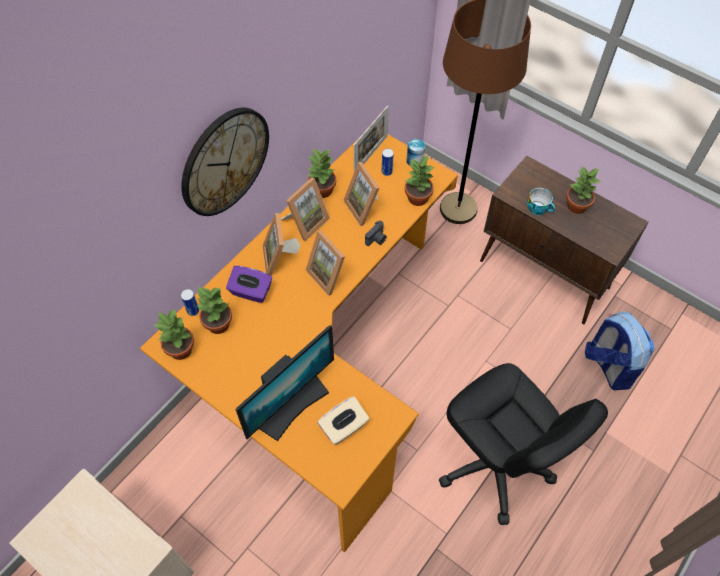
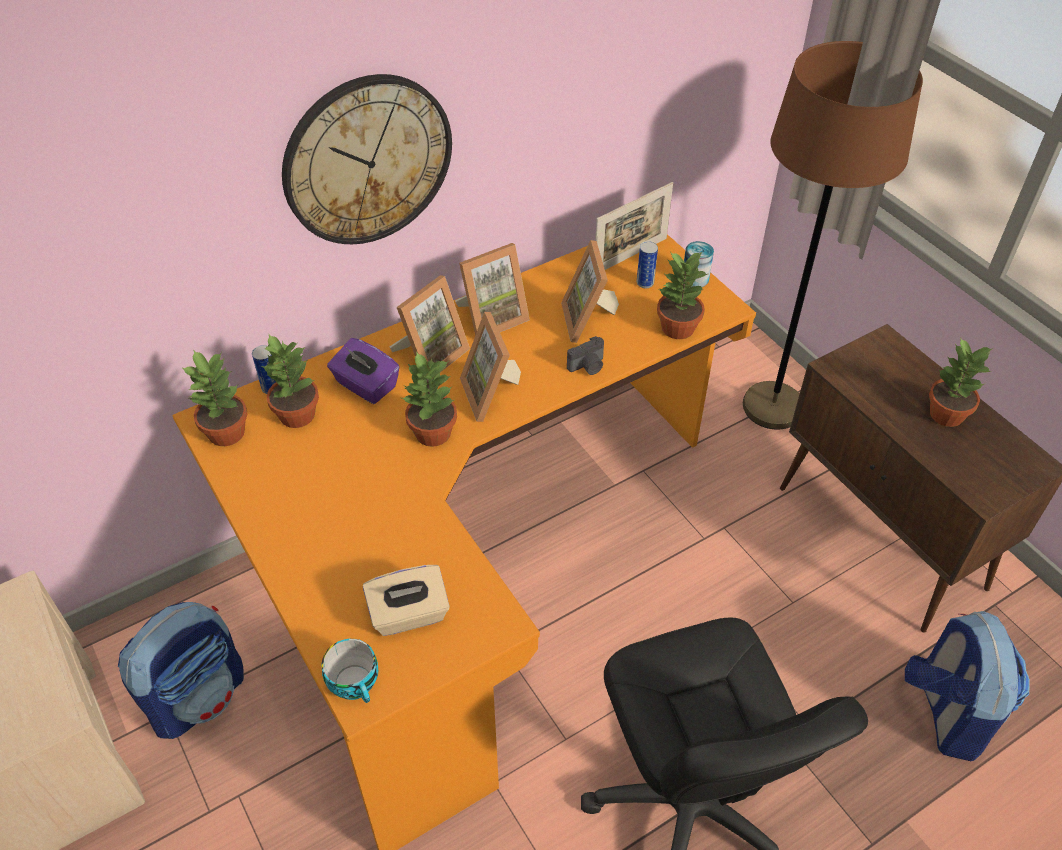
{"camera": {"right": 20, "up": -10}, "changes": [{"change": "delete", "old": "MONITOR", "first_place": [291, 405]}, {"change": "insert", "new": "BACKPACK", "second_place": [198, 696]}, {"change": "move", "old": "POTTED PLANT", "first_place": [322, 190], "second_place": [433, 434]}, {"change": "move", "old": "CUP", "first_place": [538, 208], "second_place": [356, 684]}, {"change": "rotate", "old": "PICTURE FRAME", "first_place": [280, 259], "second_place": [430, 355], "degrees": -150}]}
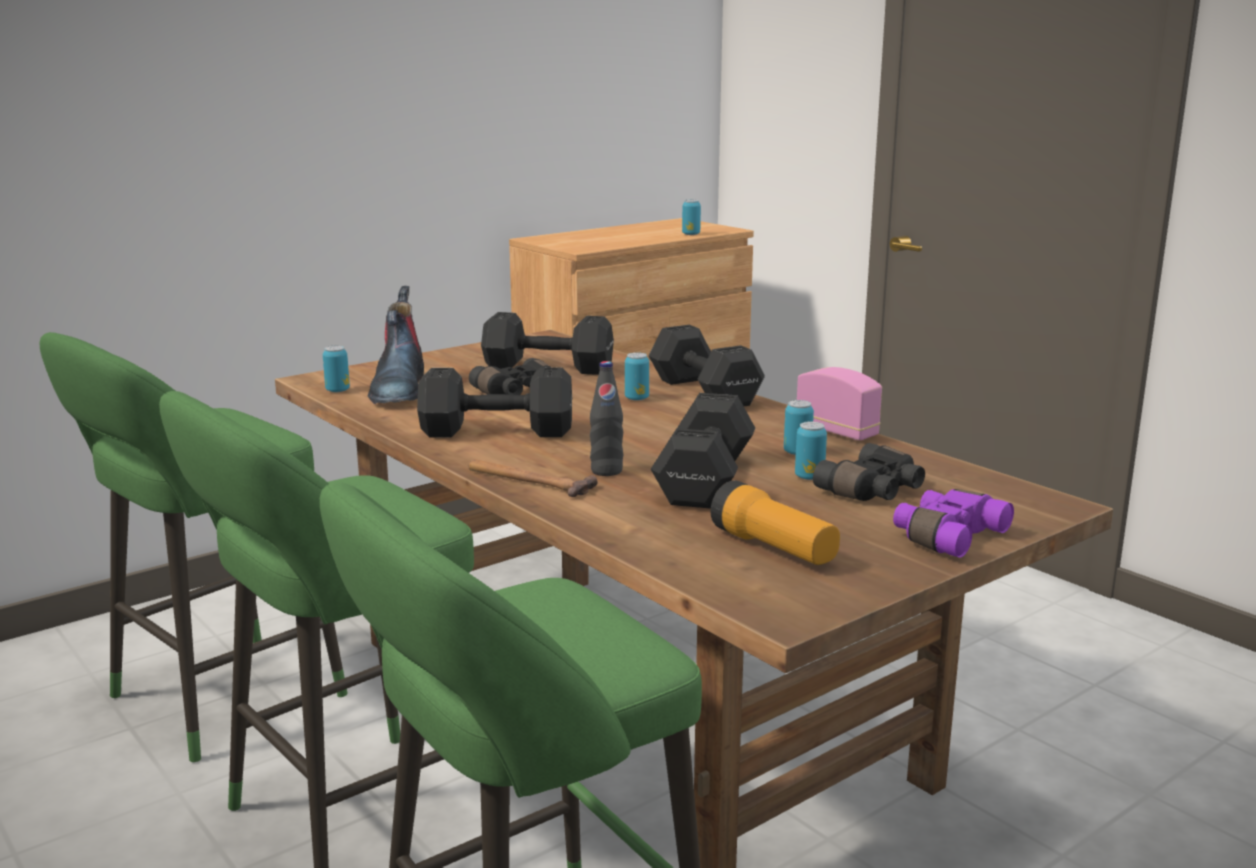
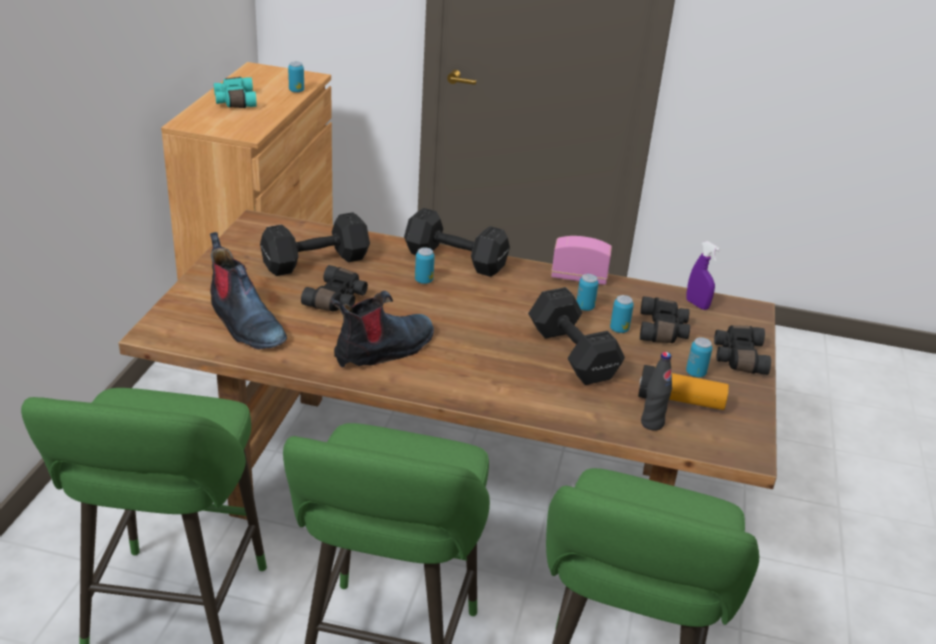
{"camera": {"right": -40, "up": 15}, "changes": [{"change": "delete", "old": "HAMMER", "first_place": [529, 481]}, {"change": "insert", "new": "TURQUOISE BINOCULARS", "second_place": [234, 101]}, {"change": "insert", "new": "PURPLE SPRAY BOTTLE", "second_place": [697, 304]}, {"change": "move", "old": "CAN", "first_place": [337, 390], "second_place": [695, 373]}, {"change": "move", "old": "BLACK BOTTLE", "first_place": [606, 471], "second_place": [652, 423]}, {"change": "replace", "old": "BLACK DUMBBELL", "new": "BOOT", "first_place": [494, 431], "second_place": [384, 350]}, {"change": "recolor", "old": "PURPLE BINOCULARS", "new": "BLACK BINOCULARS", "first_place": [946, 536], "second_place": [738, 357]}]}
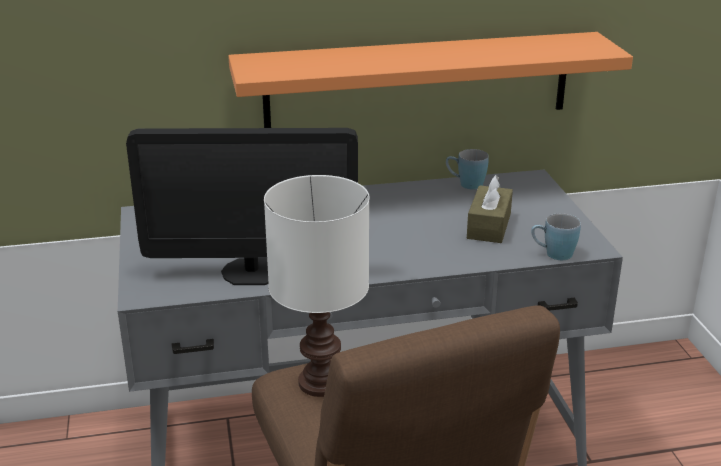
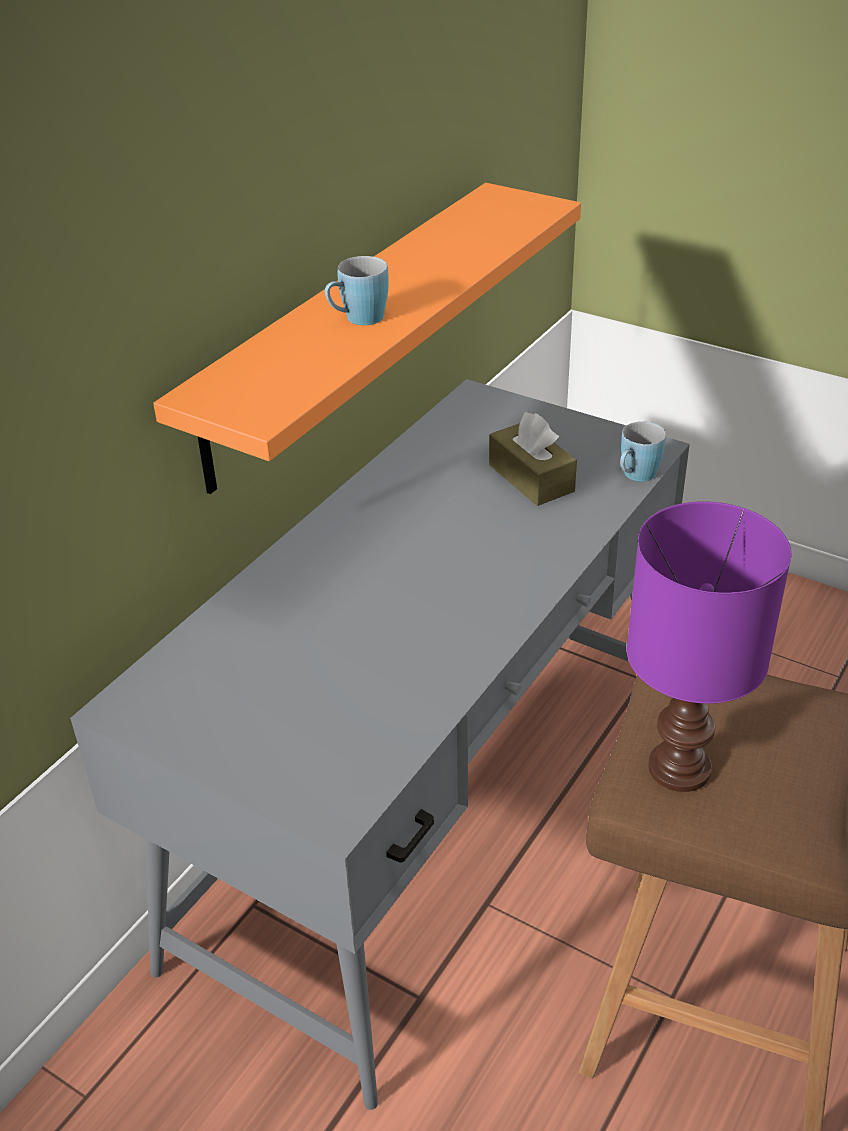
{"camera": {"right": -45, "up": 10}, "changes": [{"change": "delete", "old": "MONITOR", "first_place": [251, 272]}, {"change": "move", "old": "BLUE MUG", "first_place": [465, 184], "second_place": [357, 320]}, {"change": "recolor", "old": "WHITE TABLE LAMP", "new": "PURPLE TABLE LAMP", "first_place": [321, 381], "second_place": [677, 766]}]}
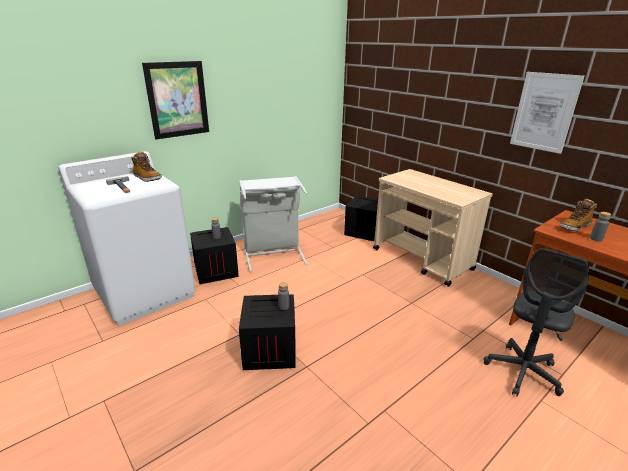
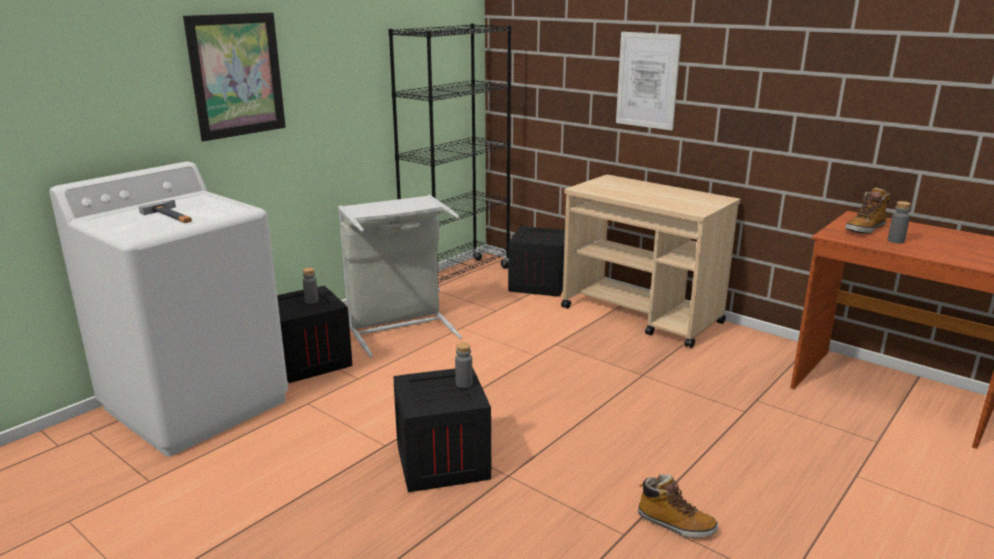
{"camera": {"right": -10, "up": -5}, "changes": [{"change": "delete", "old": "GREY OFFICE CHAIR", "first_place": [522, 372]}, {"change": "insert", "new": "BLACK BOOKCASE", "second_place": [457, 278]}, {"change": "move", "old": "BOOT", "first_place": [147, 178], "second_place": [675, 524]}, {"change": "move", "old": "PICTURE", "first_place": [544, 112], "second_place": [647, 80]}]}
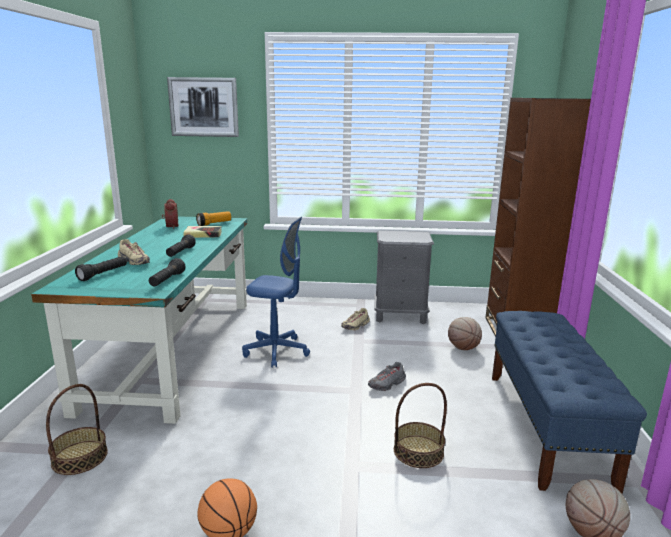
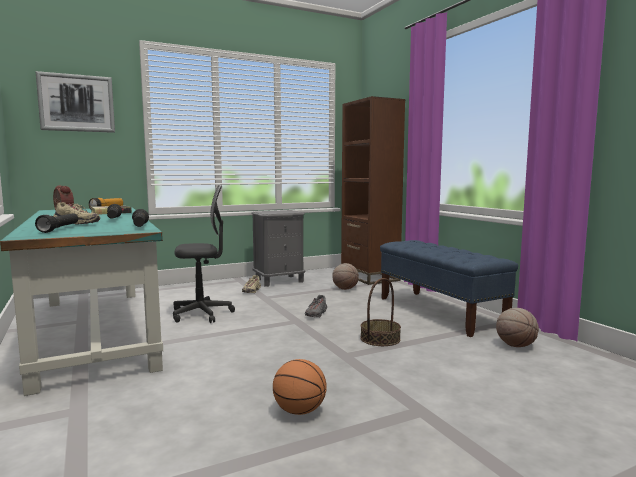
{"camera": {"right": -30, "up": -10}, "changes": [{"change": "delete", "old": "BASKET", "first_place": [79, 457]}, {"change": "recolor", "old": "BLUE OFFICE CHAIR", "new": "GREY OFFICE CHAIR", "first_place": [276, 351], "second_place": [202, 314]}]}
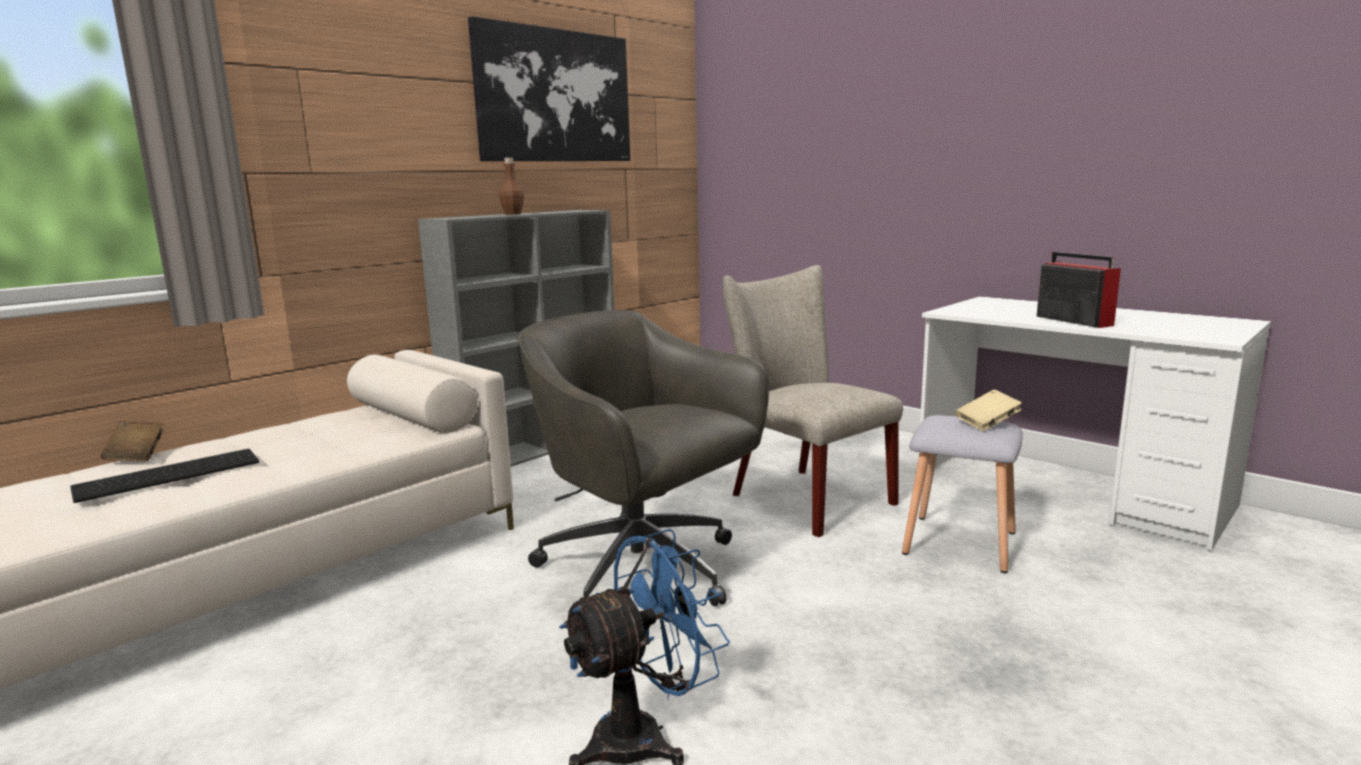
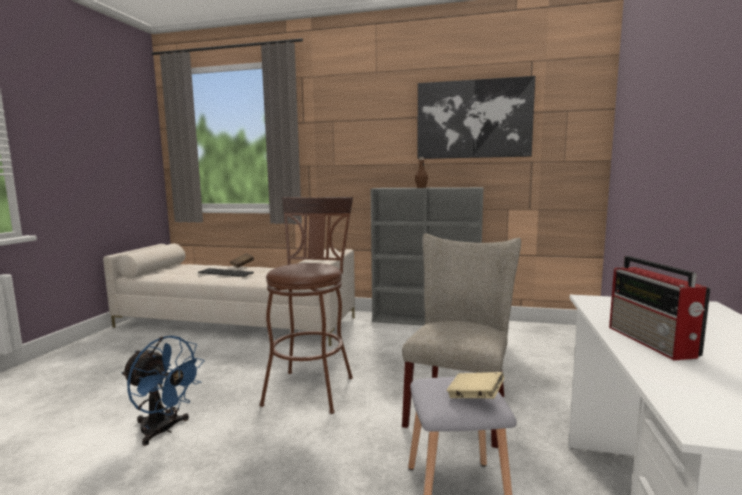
{"camera": {"right": 60, "up": -5}, "changes": [{"change": "replace", "old": "GREY OFFICE CHAIR", "new": "BROWN STOOL", "first_place": [643, 571], "second_place": [311, 386]}, {"change": "rotate", "old": "RADIO", "first_place": [1072, 321], "second_place": [652, 342], "degrees": 135}]}
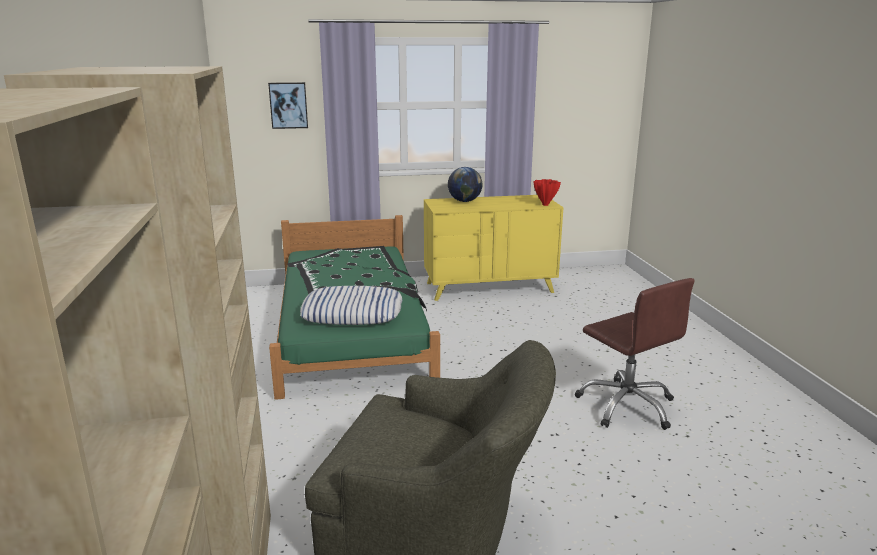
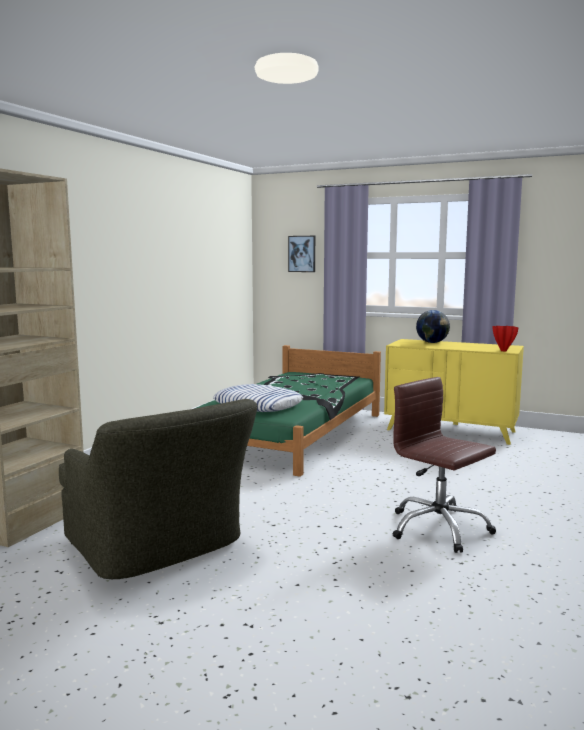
{"camera": {"right": 35, "up": -10}, "changes": [{"change": "rotate", "old": "BROWN OFFICE CHAIR", "first_place": [627, 405], "second_place": [438, 528], "degrees": 135}]}
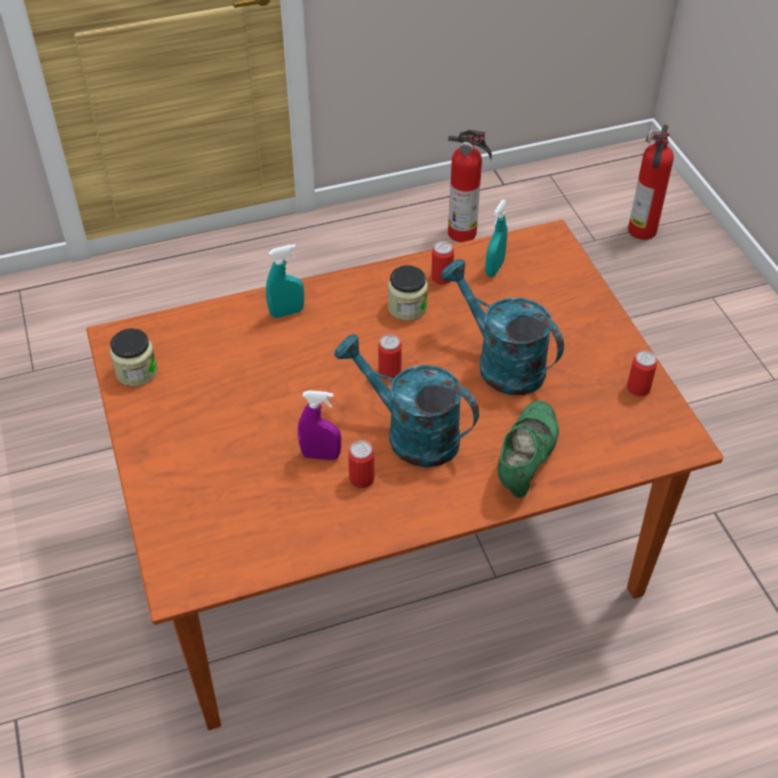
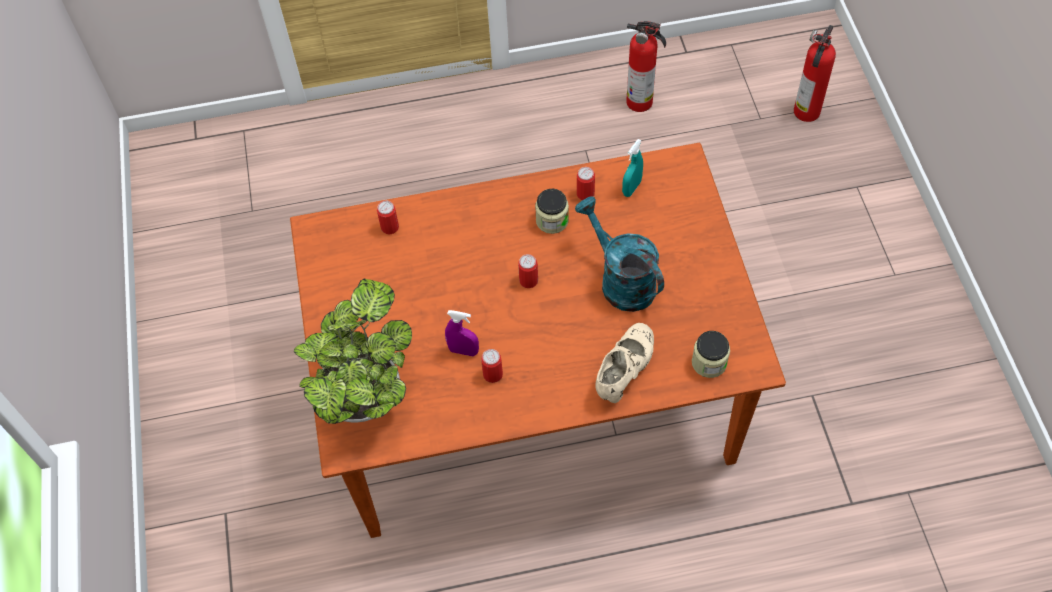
{"camera": {"right": 10, "up": 10}, "changes": [{"change": "delete", "old": "TURQUOISE SPRAY BOTTLE", "first_place": [287, 312]}, {"change": "delete", "old": "TURQUOISE WATERING CAN", "first_place": [411, 433]}, {"change": "insert", "new": "POTTED PLANT", "second_place": [364, 392]}, {"change": "move", "old": "JAR", "first_place": [136, 372], "second_place": [709, 362]}, {"change": "move", "old": "CAN", "first_place": [638, 388], "second_place": [390, 227]}, {"change": "recolor", "old": "GREEN SHOE", "new": "BEIGE SHOE", "first_place": [525, 461], "second_place": [624, 371]}]}
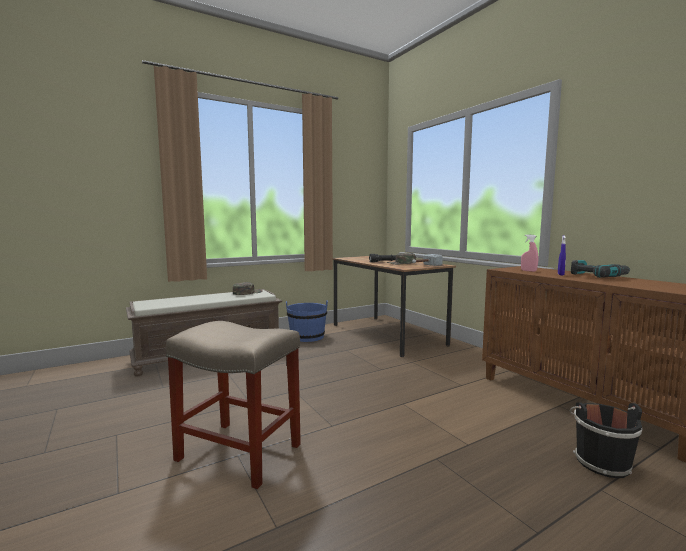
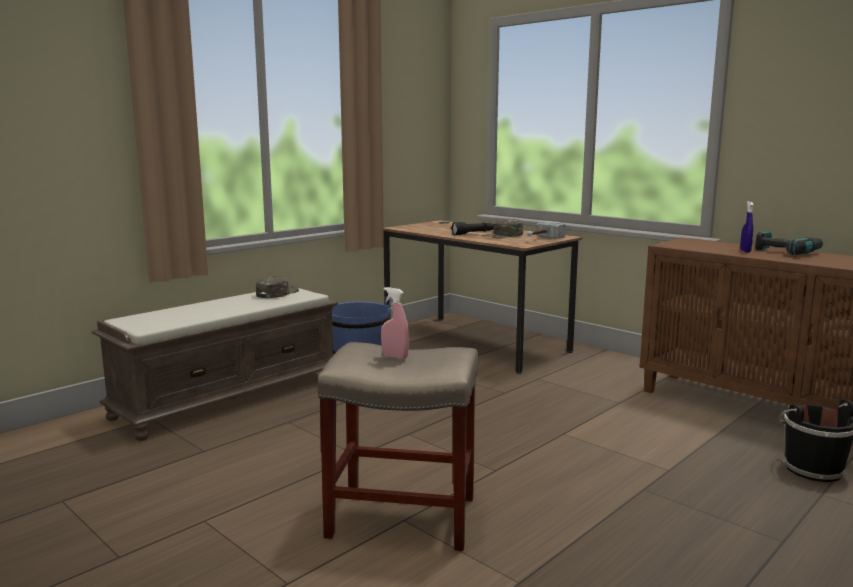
{"camera": {"right": -15, "up": 5}, "changes": [{"change": "move", "old": "PINK SPRAY BOTTLE", "first_place": [528, 271], "second_place": [395, 357]}]}
